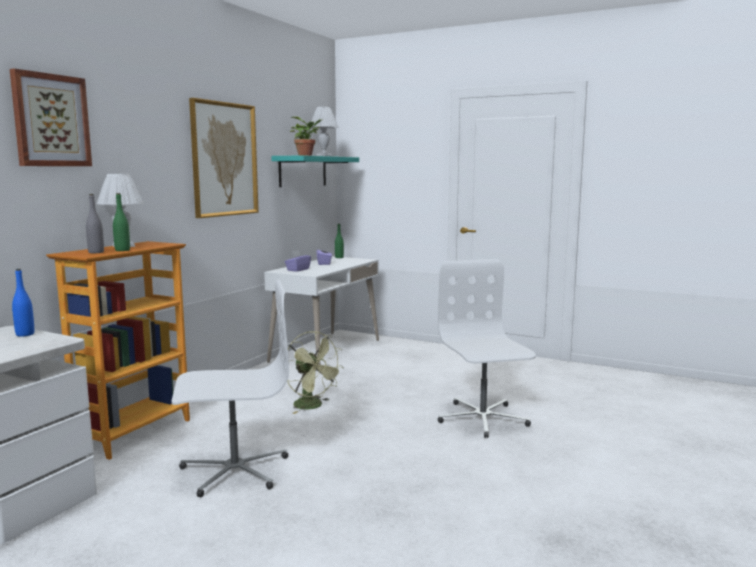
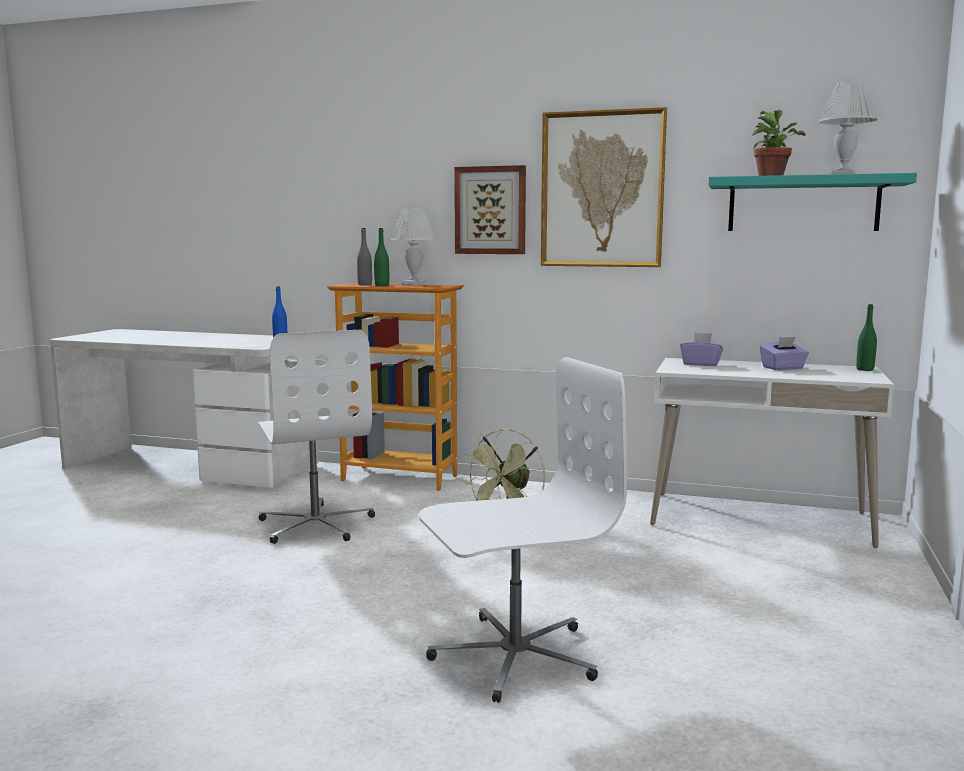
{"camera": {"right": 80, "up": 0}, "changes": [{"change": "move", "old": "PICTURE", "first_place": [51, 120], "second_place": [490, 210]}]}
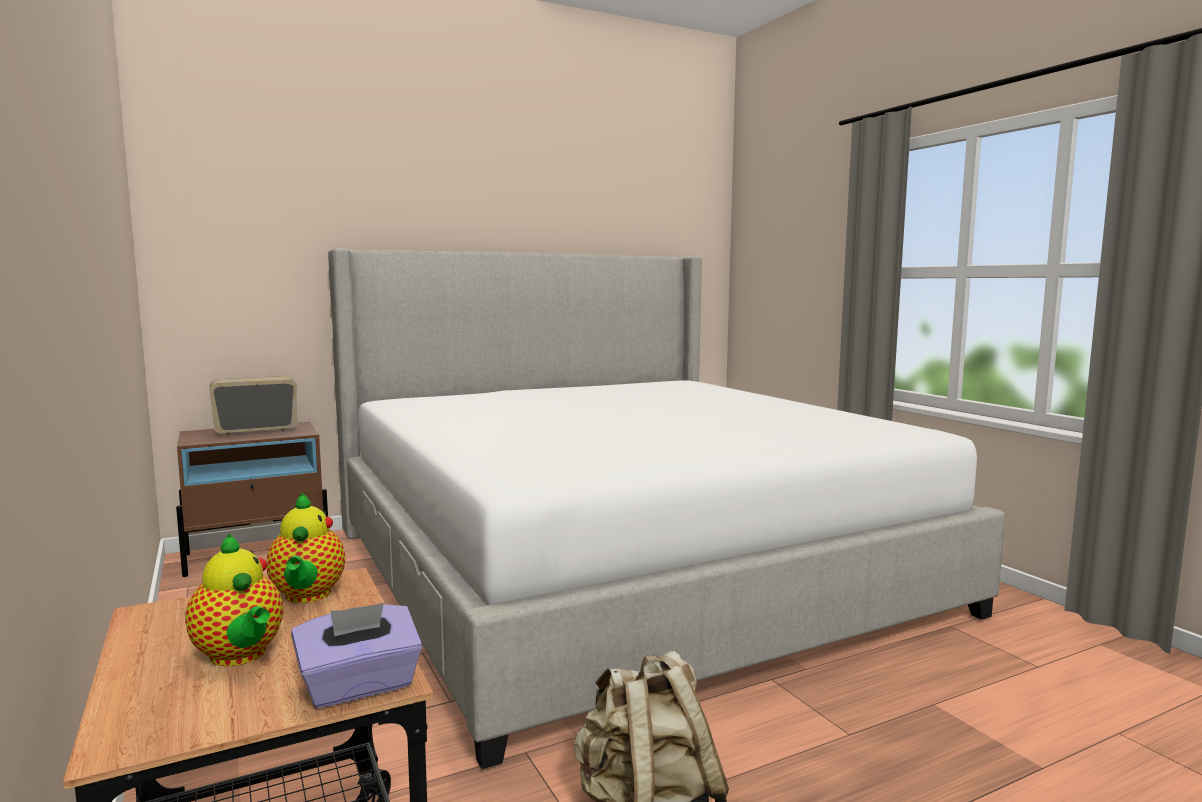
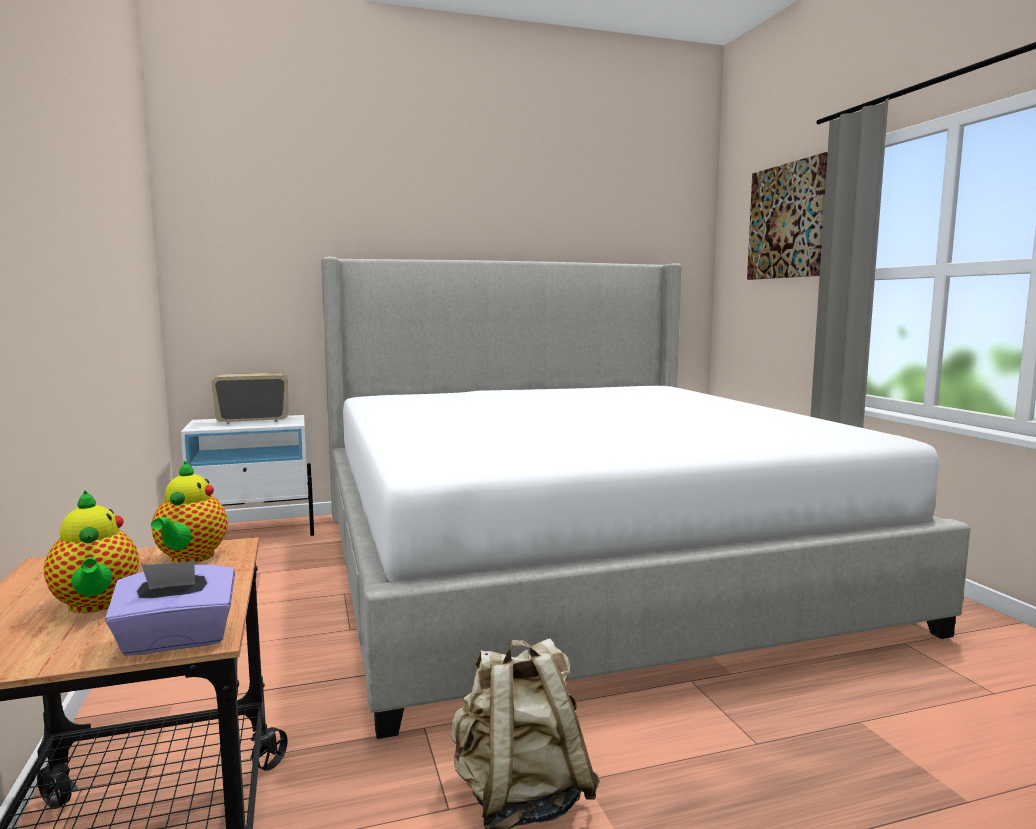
{"camera": {"right": 10, "up": 0}, "changes": [{"change": "insert", "new": "PICTURE", "second_place": [789, 221]}, {"change": "recolor", "old": "BROWN NIGHTSTAND", "new": "WHITE NIGHTSTAND", "first_place": [258, 554], "second_place": [254, 531]}]}
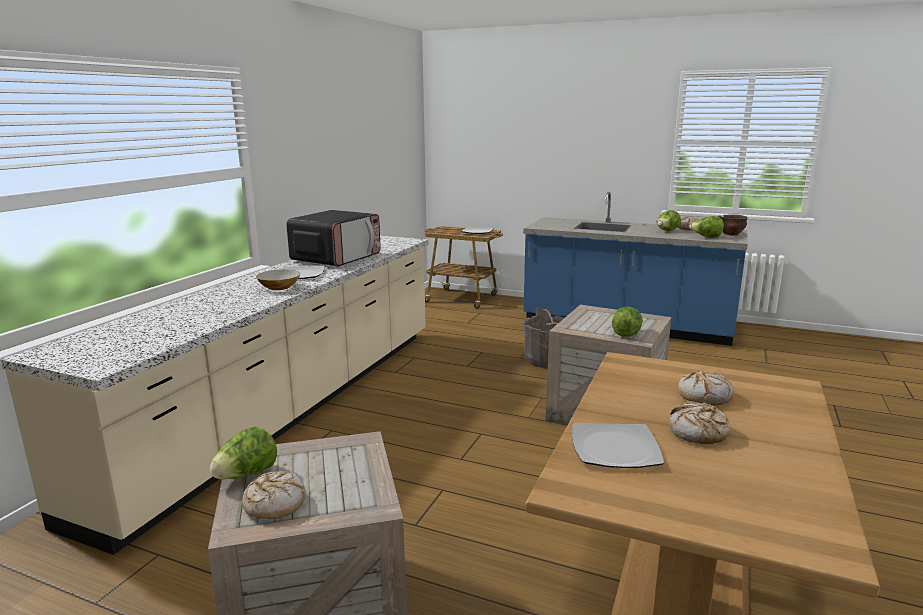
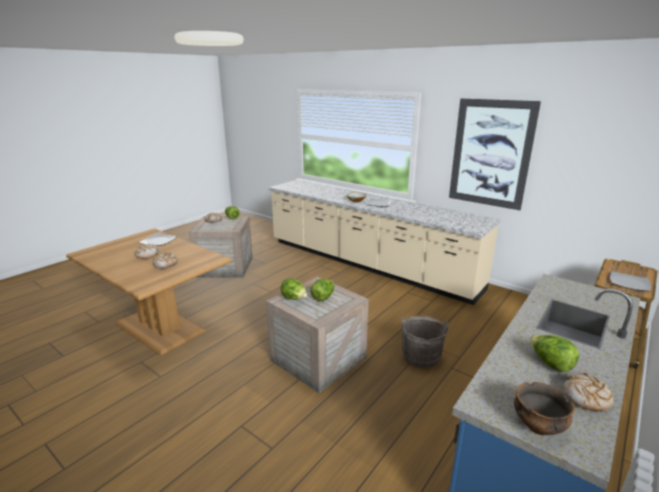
{"camera": {"right": 105, "up": 5}, "changes": [{"change": "delete", "old": "MICROWAVE", "first_place": [337, 258]}, {"change": "insert", "new": "PICTURE", "second_place": [490, 154]}, {"change": "move", "old": "LETTUCE", "first_place": [706, 237], "second_place": [323, 297]}]}
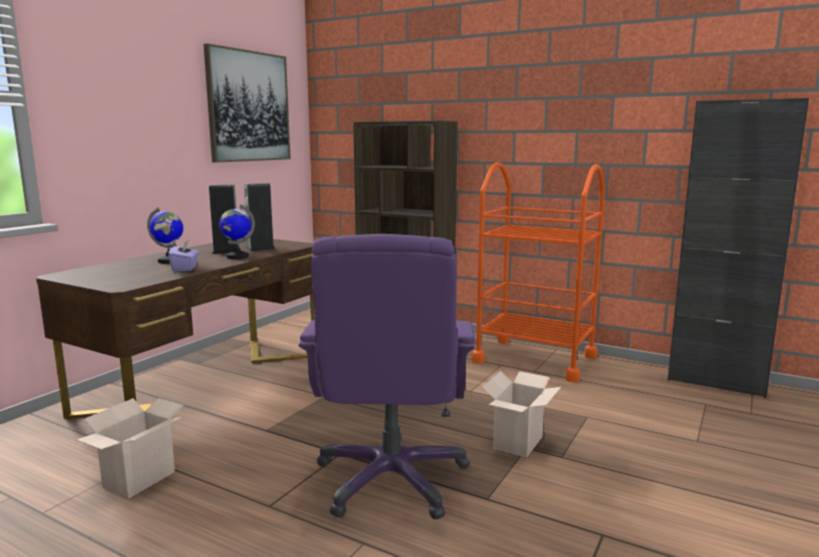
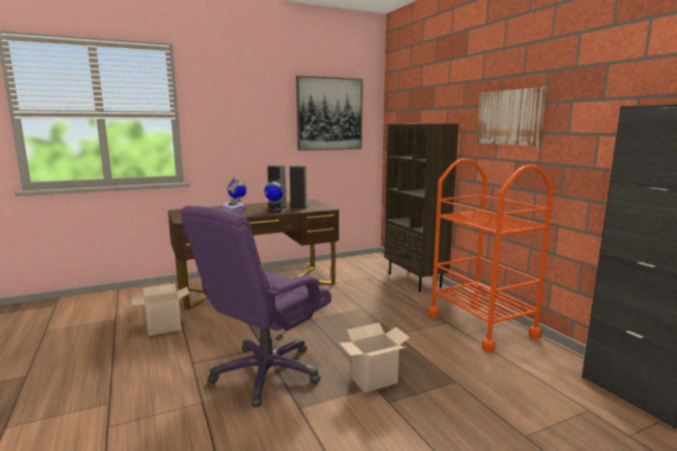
{"camera": {"right": 35, "up": 0}, "changes": [{"change": "insert", "new": "PICTURE", "second_place": [510, 117]}]}
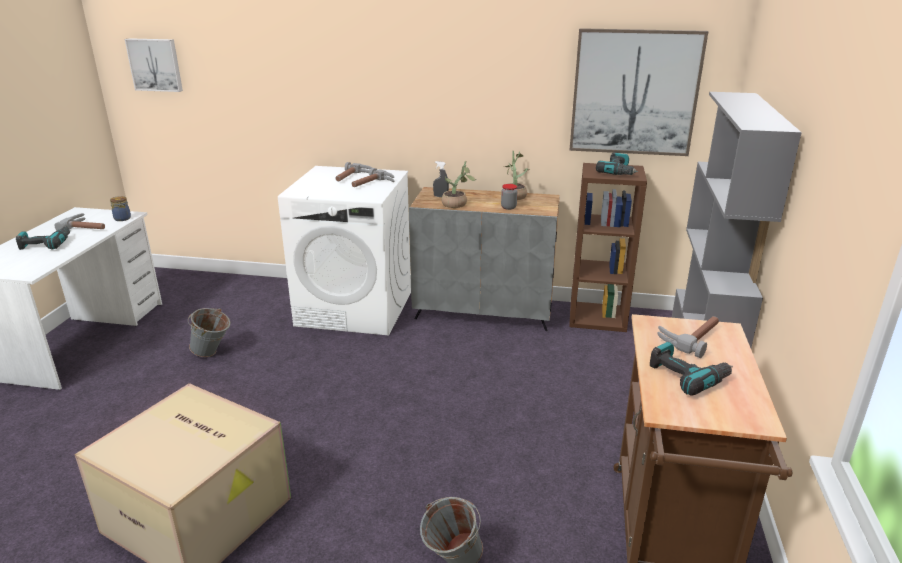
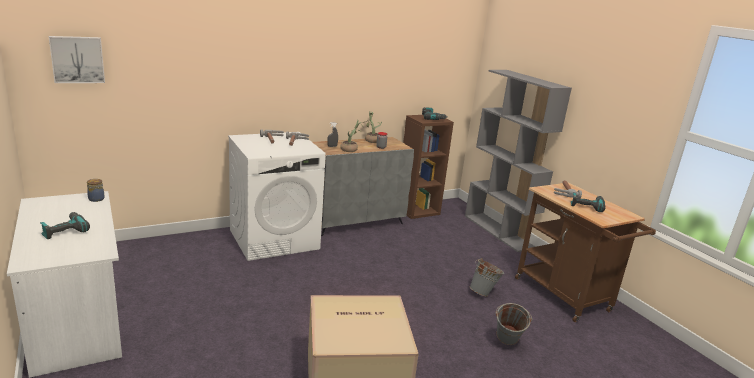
{"camera": {"right": -40, "up": -5}, "changes": [{"change": "delete", "old": "HAMMER", "first_place": [87, 227]}, {"change": "delete", "old": "PICTURE", "first_place": [634, 93]}, {"change": "move", "old": "GREY BUCKET", "first_place": [213, 353], "second_place": [484, 293]}]}
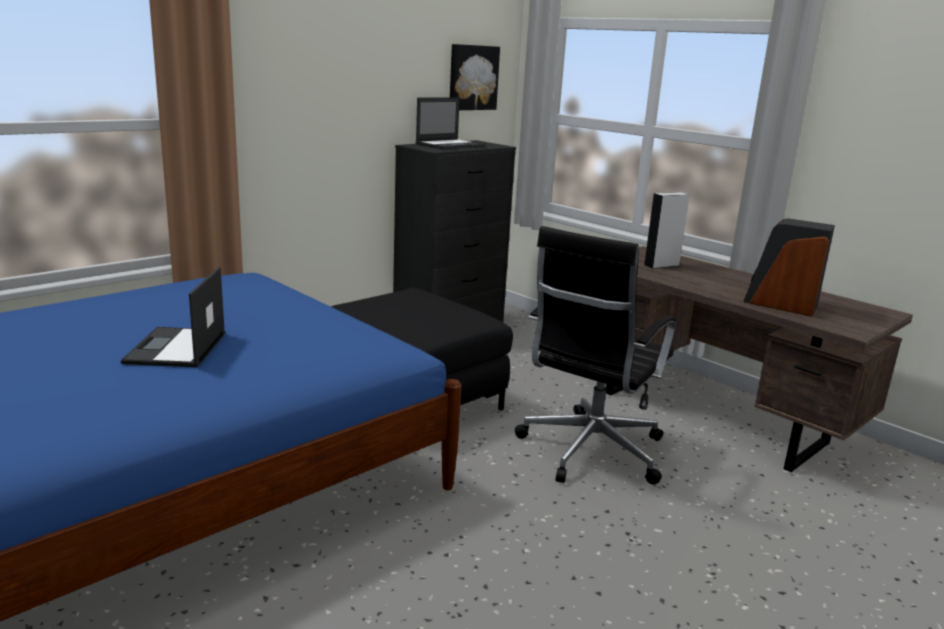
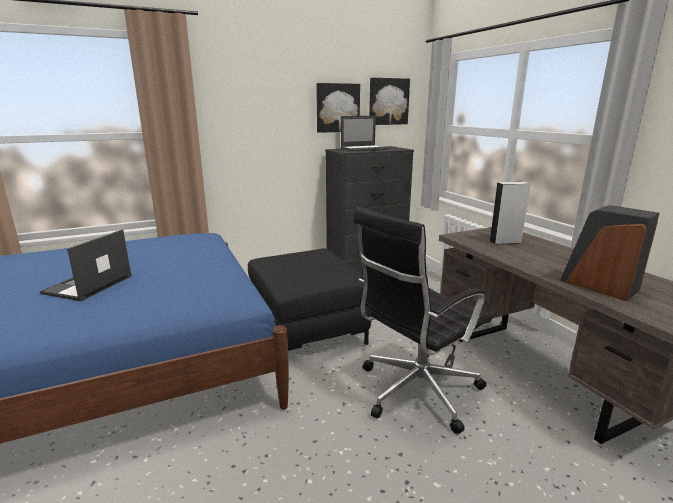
{"camera": {"right": 20, "up": 0}, "changes": [{"change": "insert", "new": "PICTURE", "second_place": [337, 108]}]}
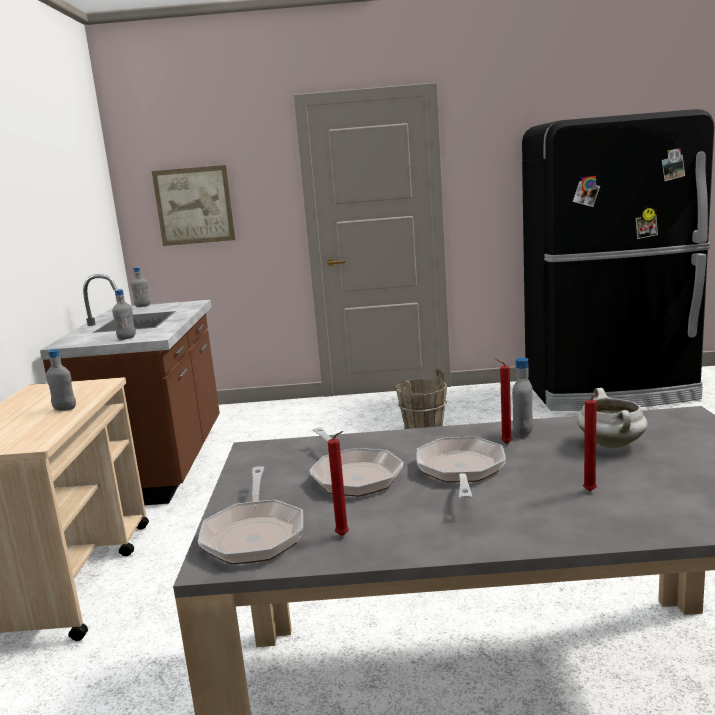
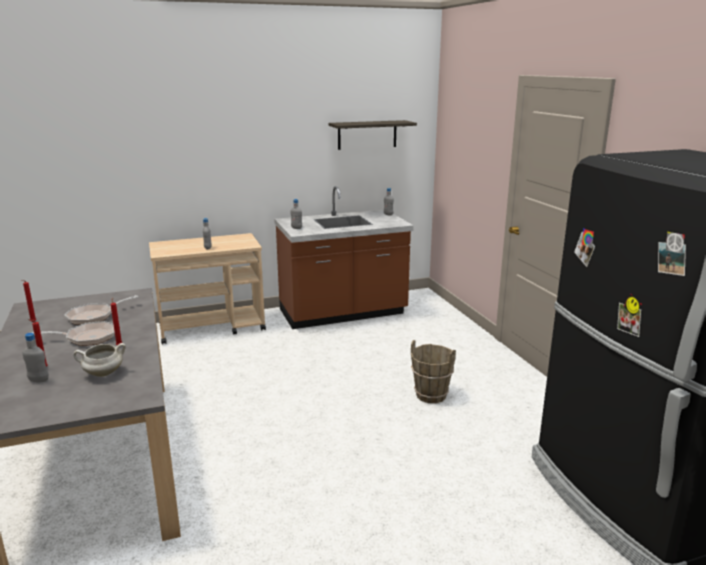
{"camera": {"right": 70, "up": 5}, "changes": [{"change": "delete", "old": "PICTURE", "first_place": [194, 205]}, {"change": "delete", "old": "FRYING PAN", "first_place": [254, 534]}, {"change": "insert", "new": "SHELF", "second_place": [367, 135]}, {"change": "move", "old": "GREY BOTTLE", "first_place": [523, 433], "second_place": [38, 380]}]}
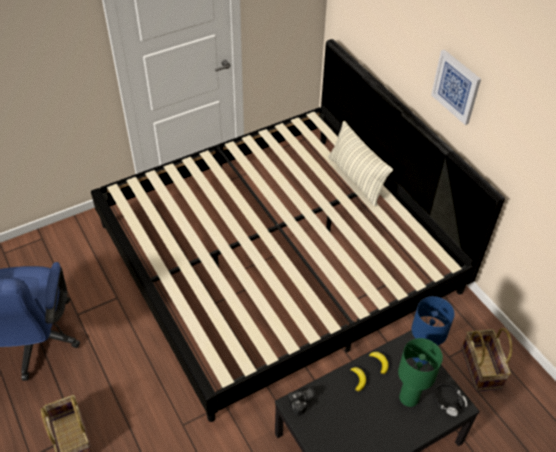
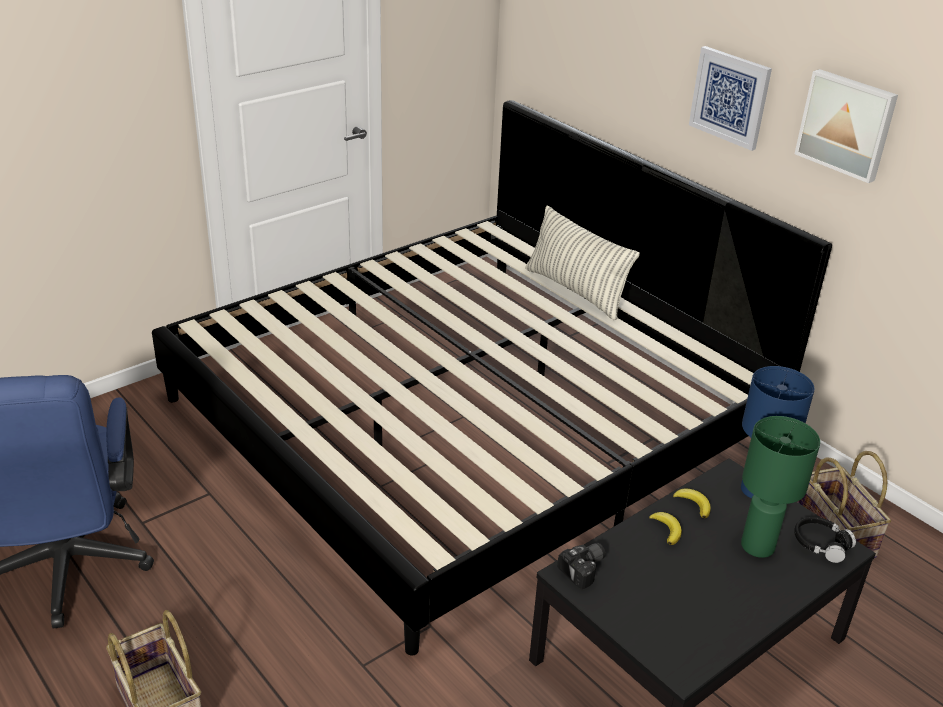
{"camera": {"right": -10, "up": -15}, "changes": [{"change": "insert", "new": "PICTURE", "second_place": [847, 124]}]}
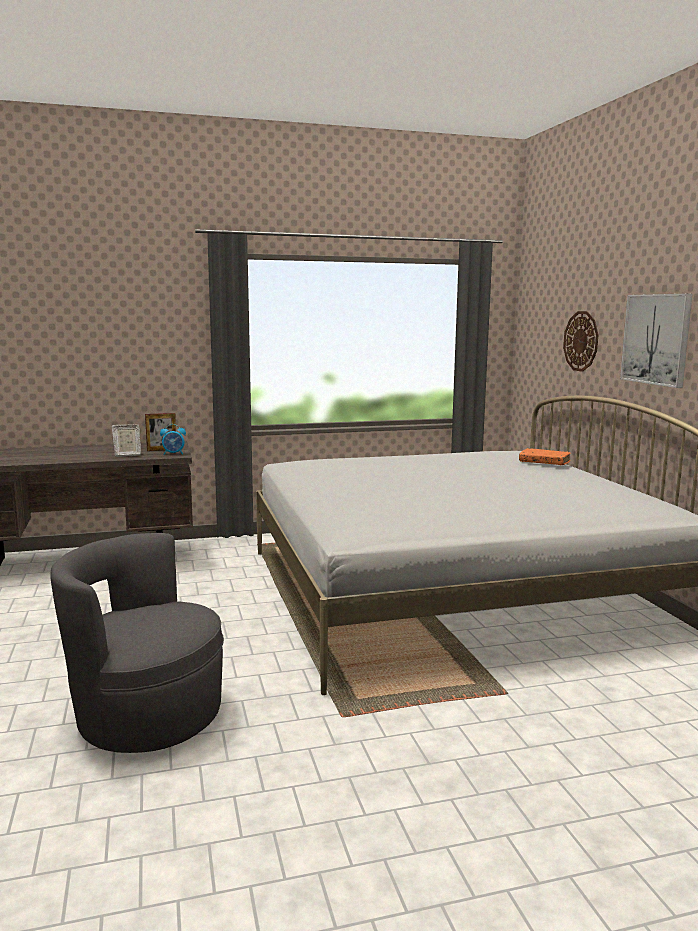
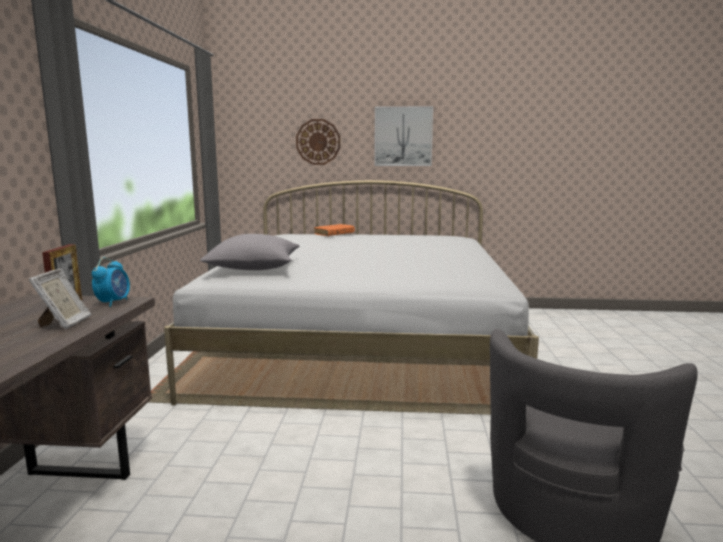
{"camera": {"right": -70, "up": 0}, "changes": [{"change": "insert", "new": "GREY PILLOW", "second_place": [254, 268]}]}
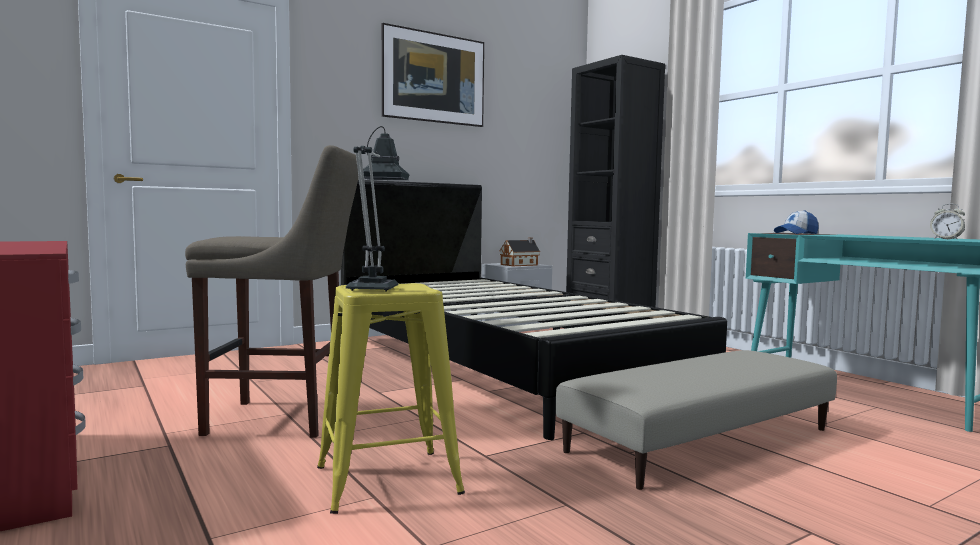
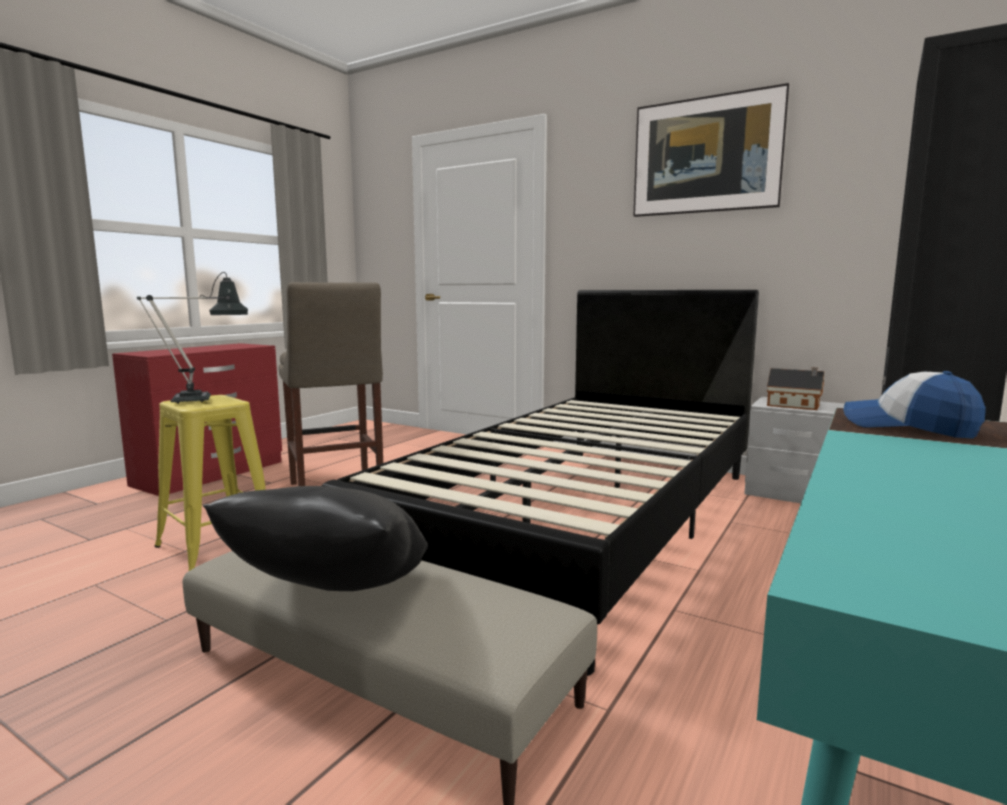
{"camera": {"right": 65, "up": 5}, "changes": [{"change": "delete", "old": "ALARM CLOCK", "first_place": [946, 239]}, {"change": "insert", "new": "BLACK PILLOW", "second_place": [332, 596]}]}
